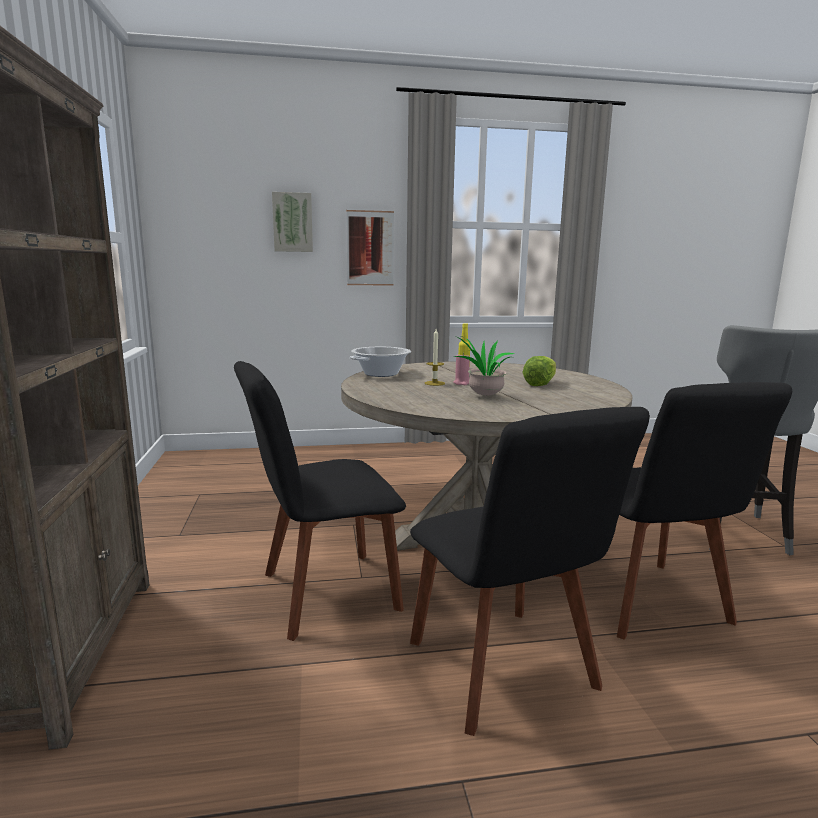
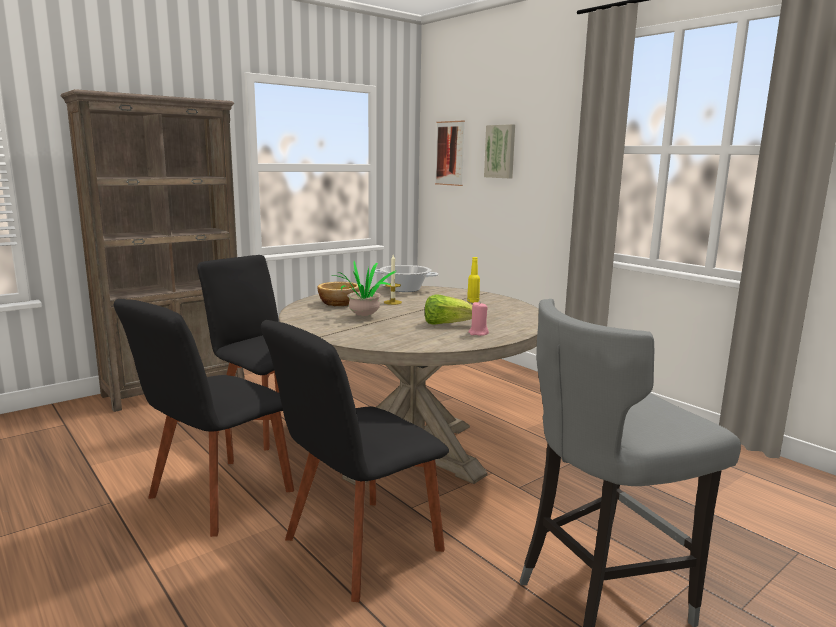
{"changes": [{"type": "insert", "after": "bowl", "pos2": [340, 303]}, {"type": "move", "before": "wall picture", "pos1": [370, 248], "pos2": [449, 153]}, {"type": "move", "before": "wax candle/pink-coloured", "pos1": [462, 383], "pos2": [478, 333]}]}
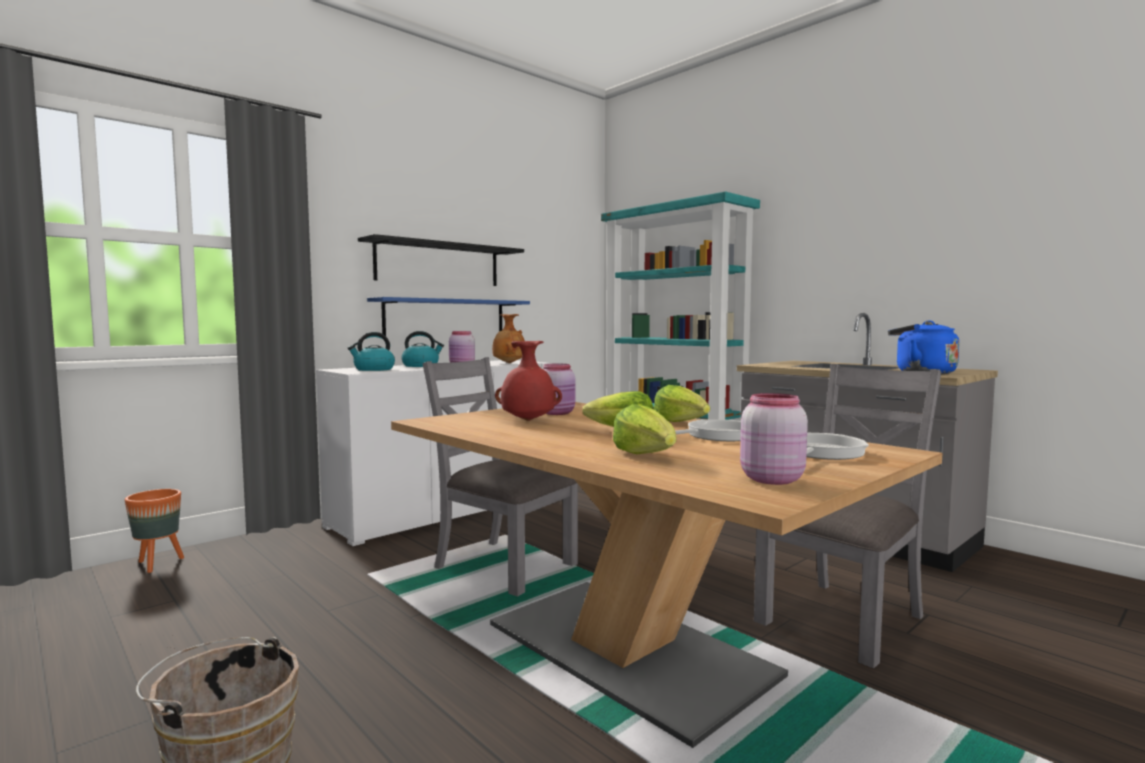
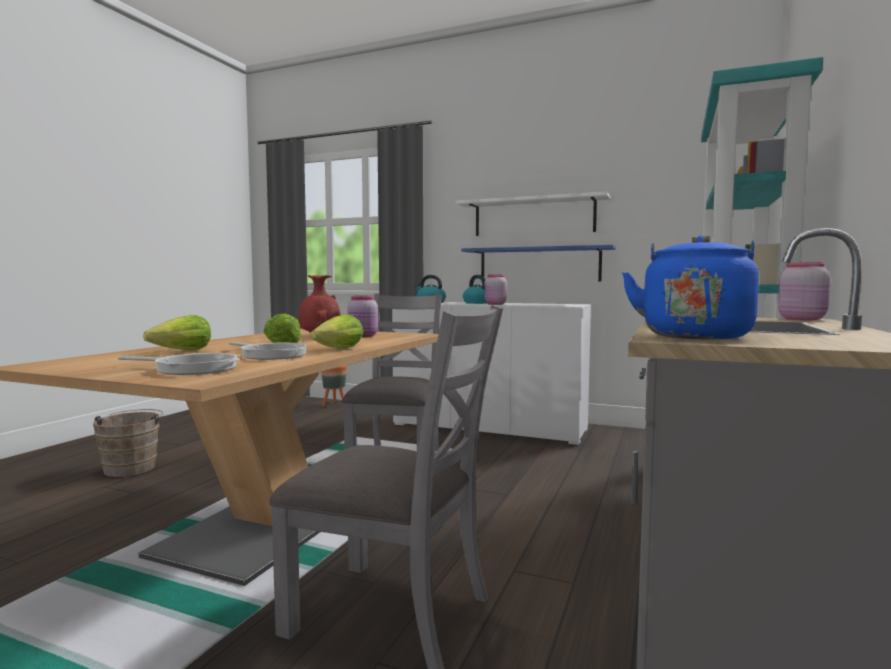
{"changes": [{"type": "delete", "before": "flower vase/brown-coloured", "pos1": [508, 363]}, {"type": "move", "before": "storage jar/pink-coloured", "pos1": [770, 479], "pos2": [801, 319]}, {"type": "recolor", "before": "bracket shelf/black-coloured", "after": "bracket shelf/whitish", "pos1": [438, 264], "pos2": [533, 217]}]}
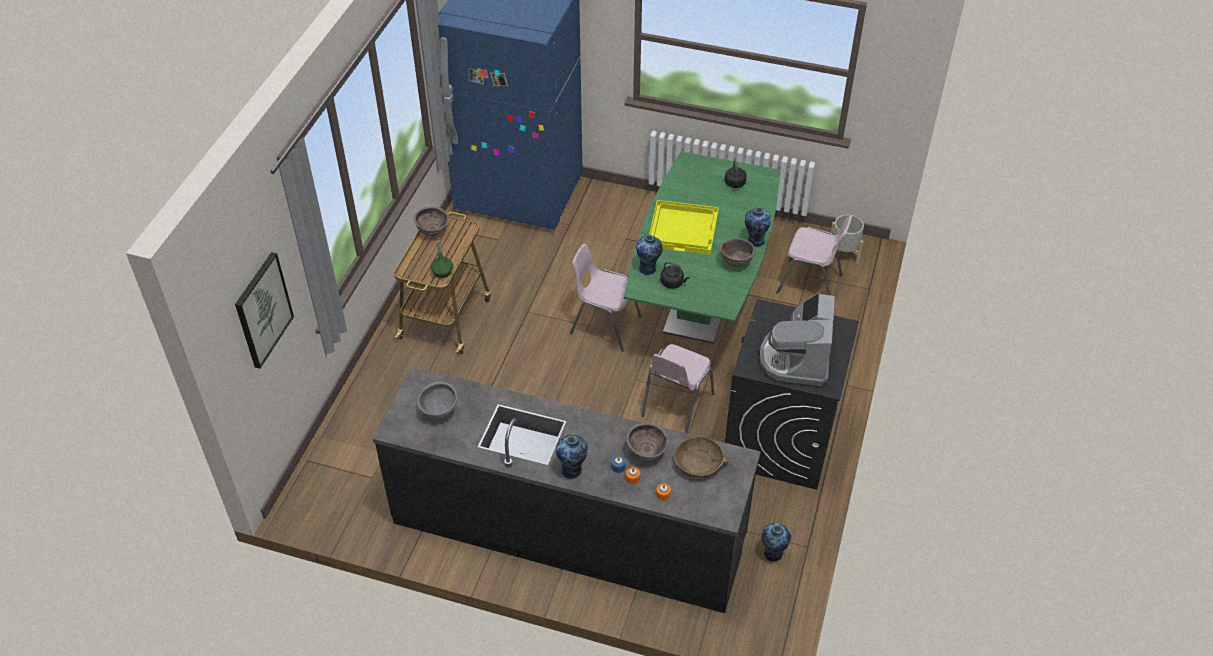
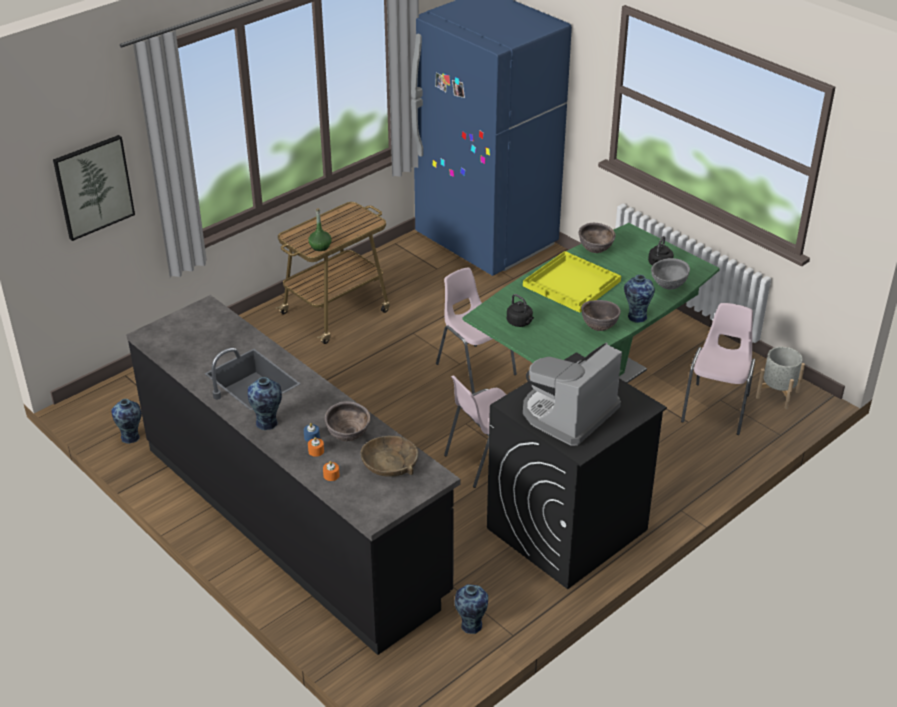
{"changes": [{"type": "move", "before": "bowl/brown-coloured", "pos1": [433, 232], "pos2": [595, 251]}, {"type": "move", "before": "bowl/greyish", "pos1": [439, 412], "pos2": [668, 287]}, {"type": "move", "before": "flower vase", "pos1": [648, 269], "pos2": [131, 437]}, {"type": "rotate", "before": "chair/pink-coloured", "pos1": [810, 284], "pos2": [717, 408], "turn": -120}]}
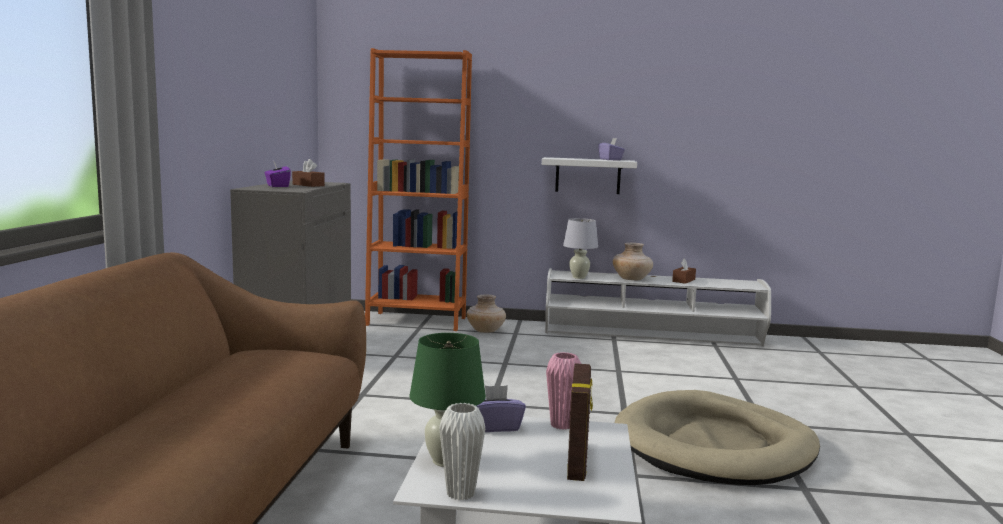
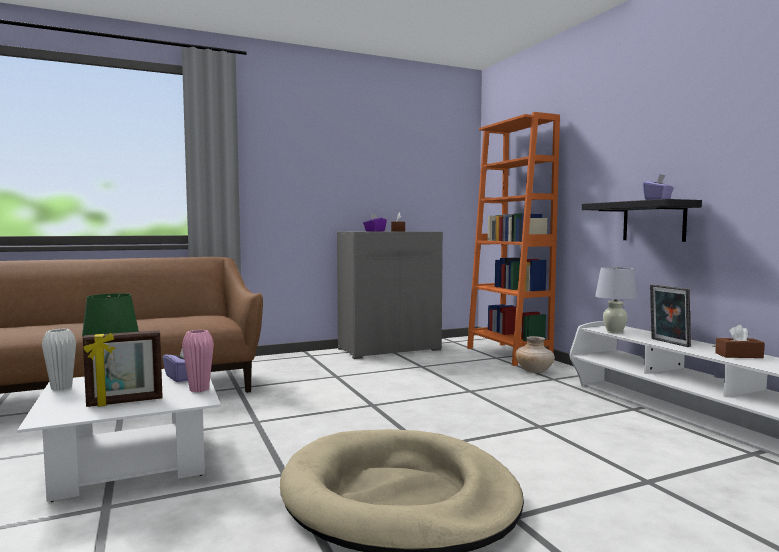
{"changes": [{"type": "replace", "before": "flower vase/beige", "after": "picture frame", "pos1": [632, 279], "pos2": [668, 343]}, {"type": "recolor", "before": "bracket shelf/whitish", "after": "bracket shelf/black-coloured", "pos1": [588, 175], "pos2": [653, 221]}]}
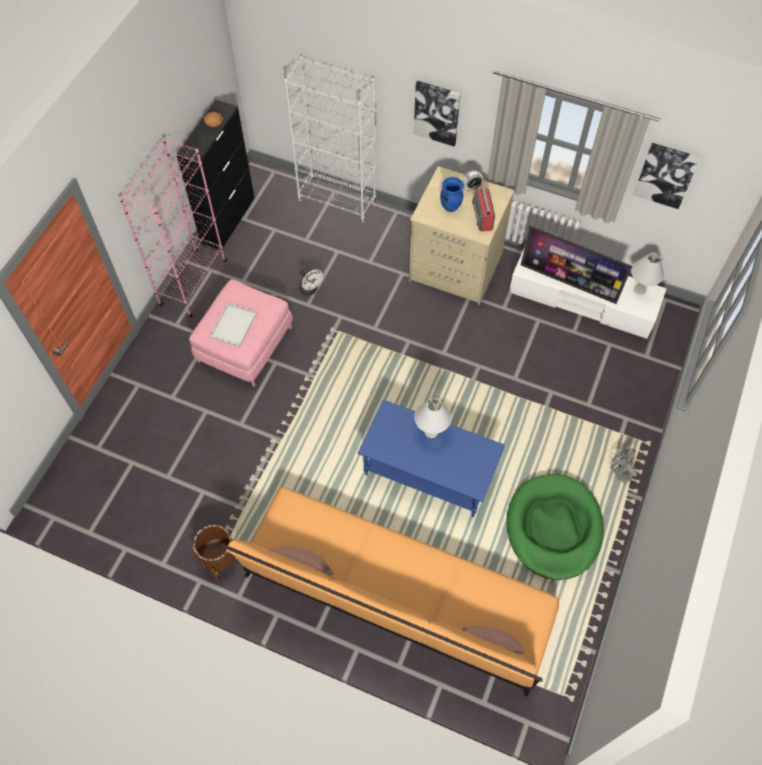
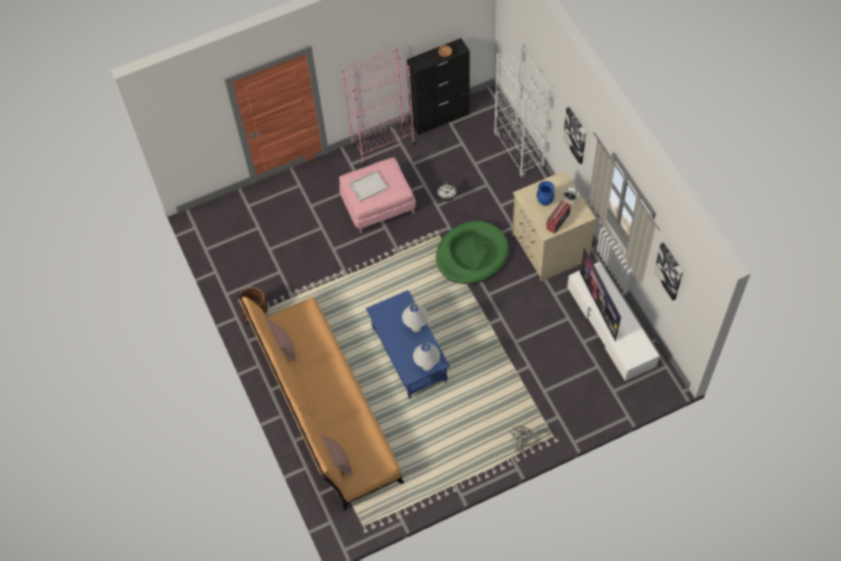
{"changes": [{"type": "move", "before": "dog cushion/green", "pos1": [554, 528], "pos2": [471, 255]}, {"type": "move", "before": "lamp for a table/whitish", "pos1": [640, 289], "pos2": [427, 366]}]}
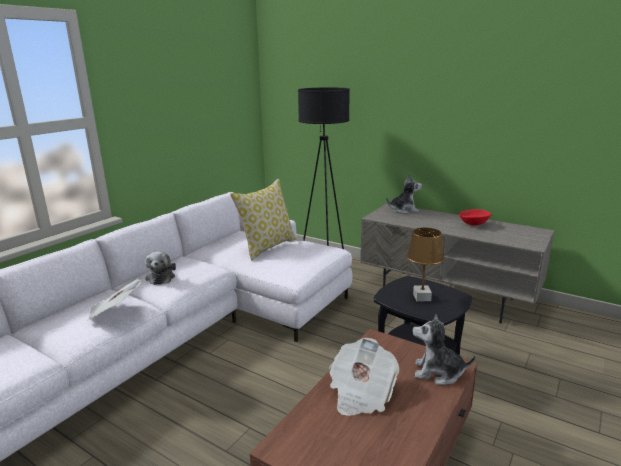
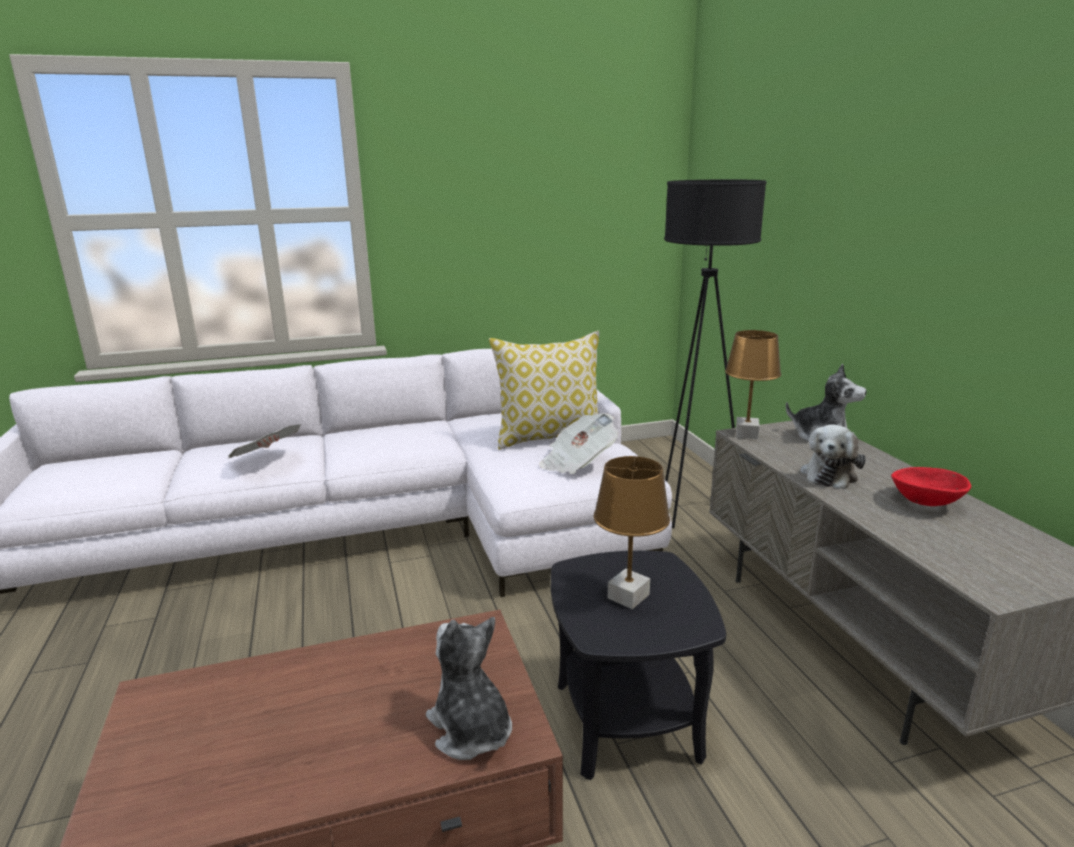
{"changes": [{"type": "insert", "after": "lamp for a table/brown-coloured", "pos2": [747, 434]}, {"type": "move", "before": "soft toy", "pos1": [161, 277], "pos2": [829, 474]}, {"type": "move", "before": "daily paper", "pos1": [361, 393], "pos2": [577, 462]}]}
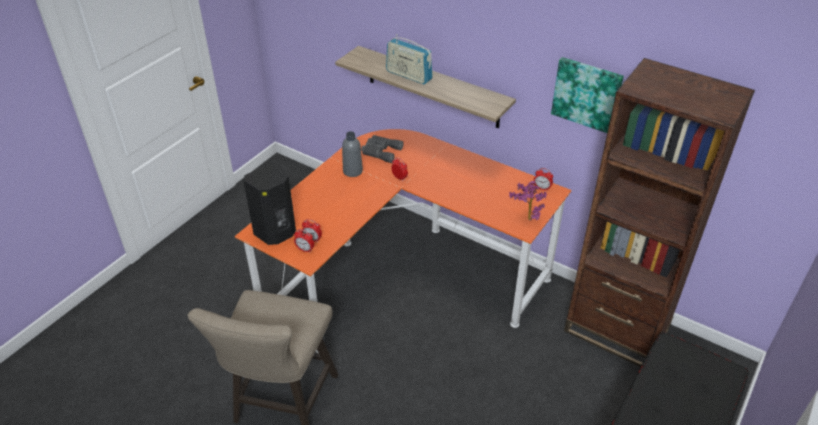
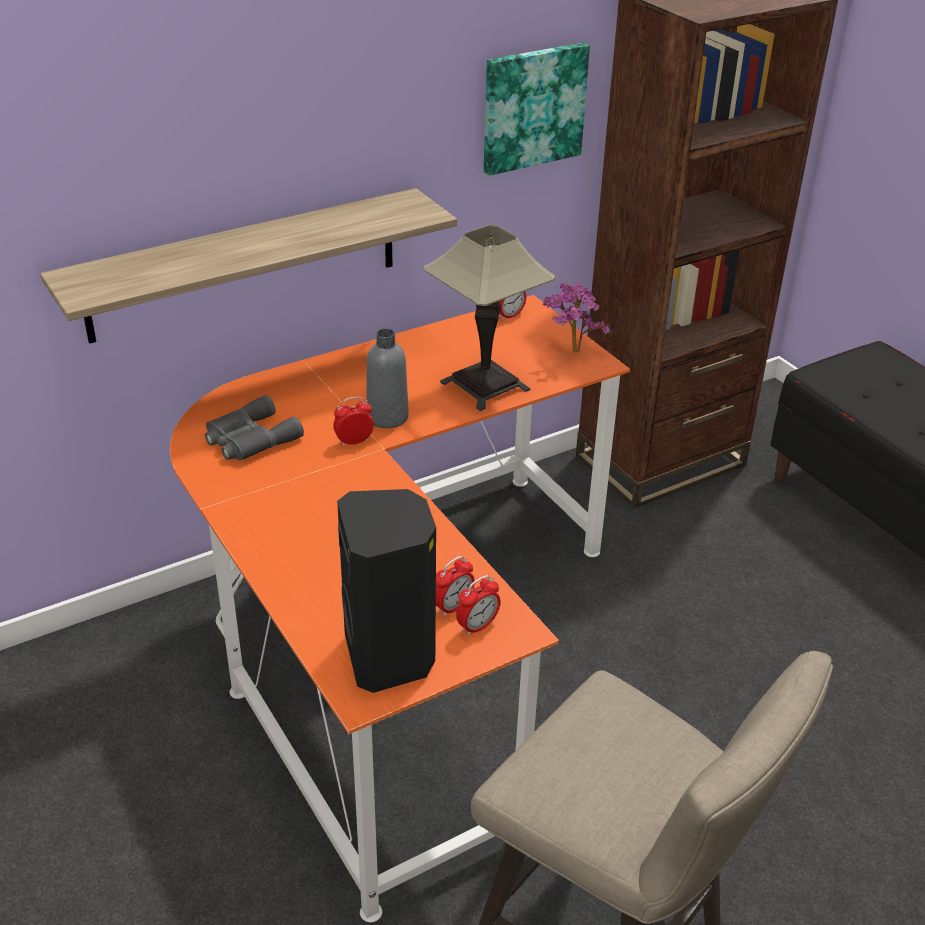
{"changes": [{"type": "delete", "before": "radio receiver", "pos1": [409, 75]}, {"type": "insert", "after": "lamp for a table", "pos2": [485, 386]}, {"type": "move", "before": "drink bottle/greyish", "pos1": [352, 171], "pos2": [387, 417]}]}
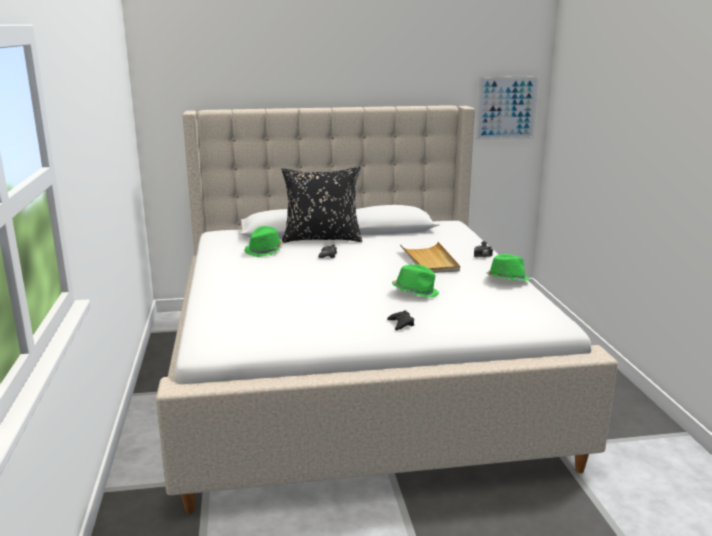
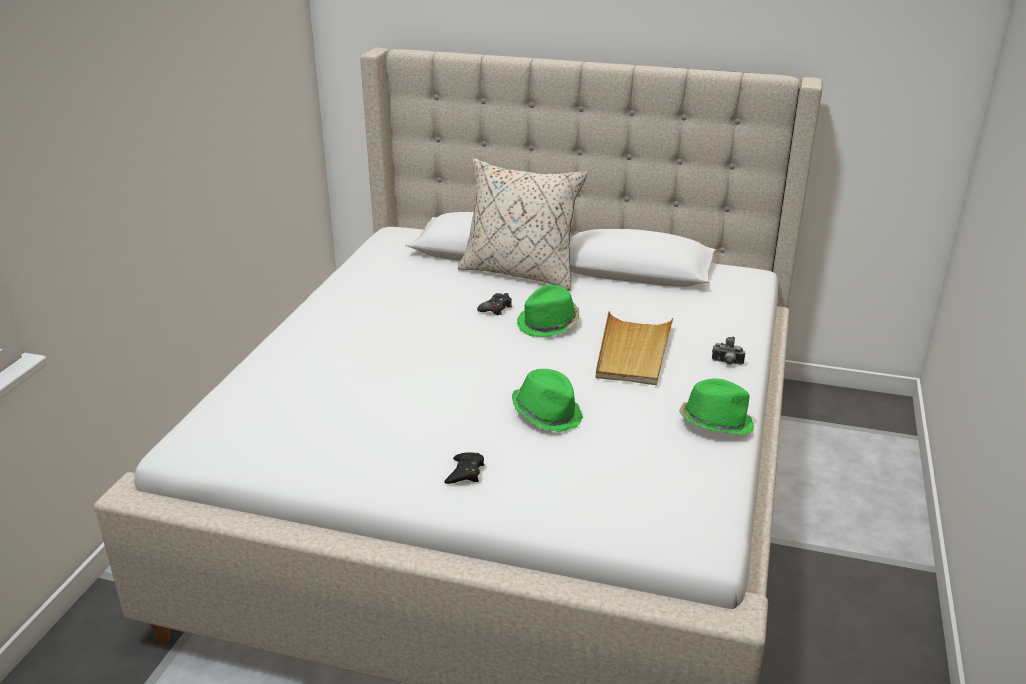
{"changes": [{"type": "delete", "before": "wall picture", "pos1": [506, 108]}, {"type": "move", "before": "hat/green", "pos1": [264, 251], "pos2": [548, 324]}, {"type": "recolor", "before": "pillow/black-coloured", "after": "pillow/beige", "pos1": [322, 239], "pos2": [520, 272]}]}
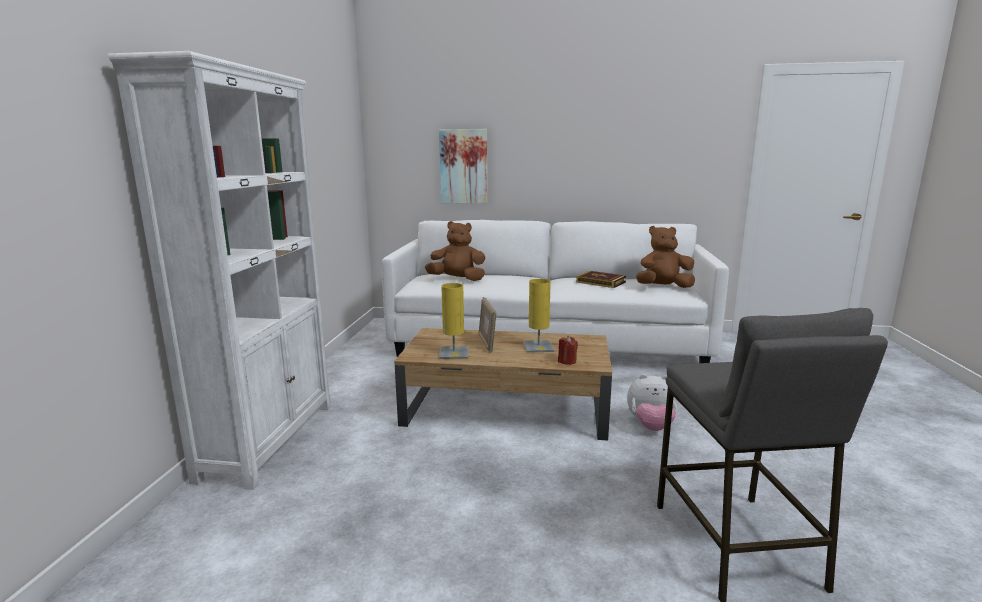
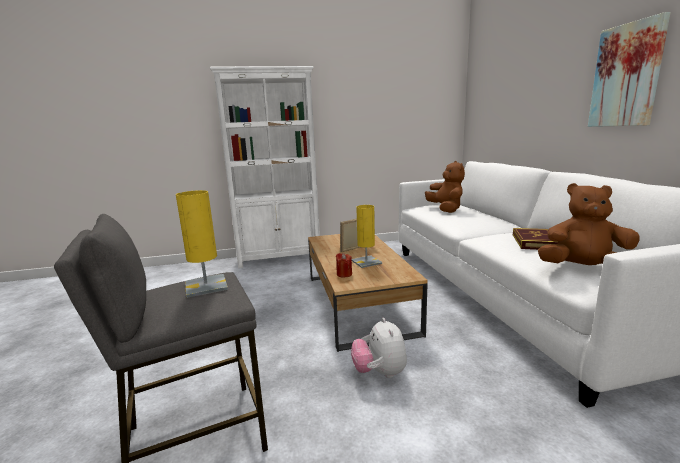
{"changes": [{"type": "move", "before": "wall picture", "pos1": [464, 166], "pos2": [626, 76]}, {"type": "move", "before": "lamp for a table/yellow", "pos1": [454, 353], "pos2": [206, 286]}, {"type": "rotate", "before": "soft toy/brown-coloured", "pos1": [663, 287], "pos2": [583, 269], "turn": -45}]}
